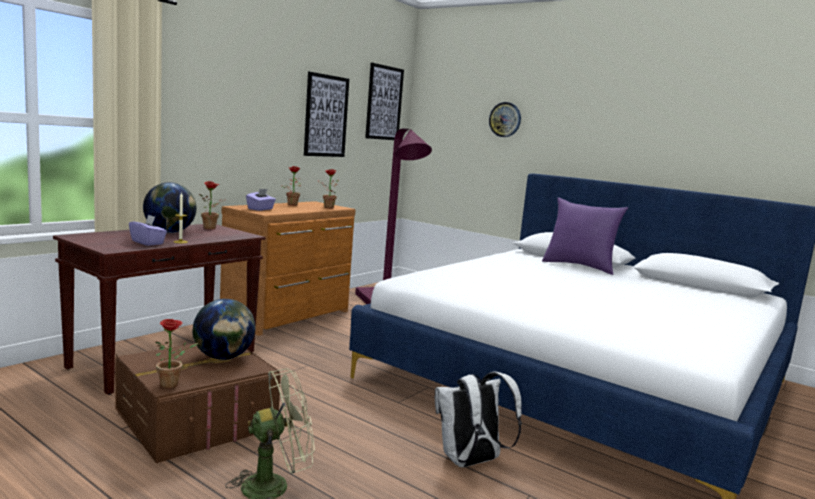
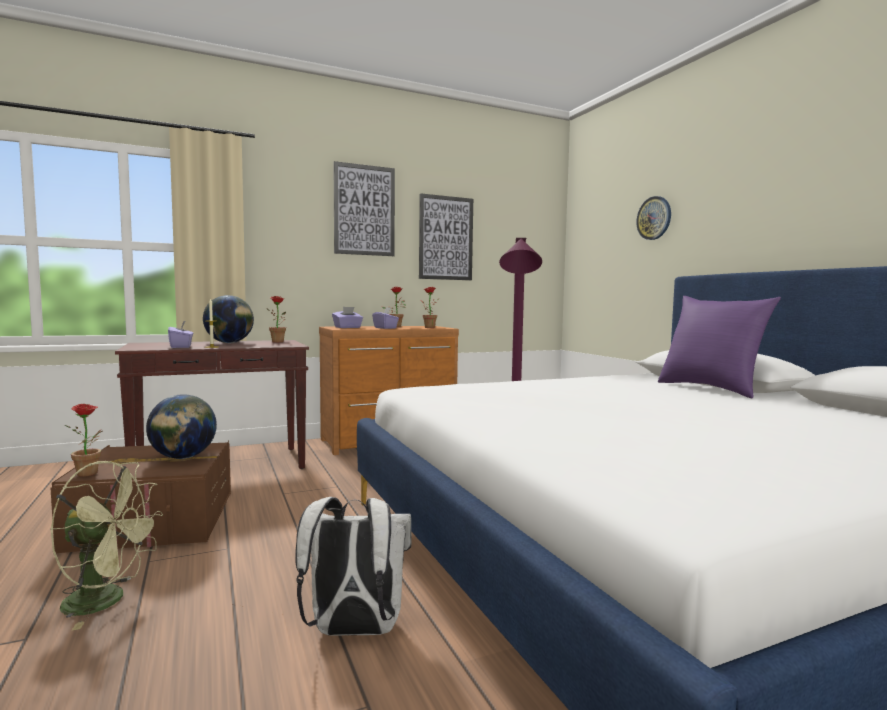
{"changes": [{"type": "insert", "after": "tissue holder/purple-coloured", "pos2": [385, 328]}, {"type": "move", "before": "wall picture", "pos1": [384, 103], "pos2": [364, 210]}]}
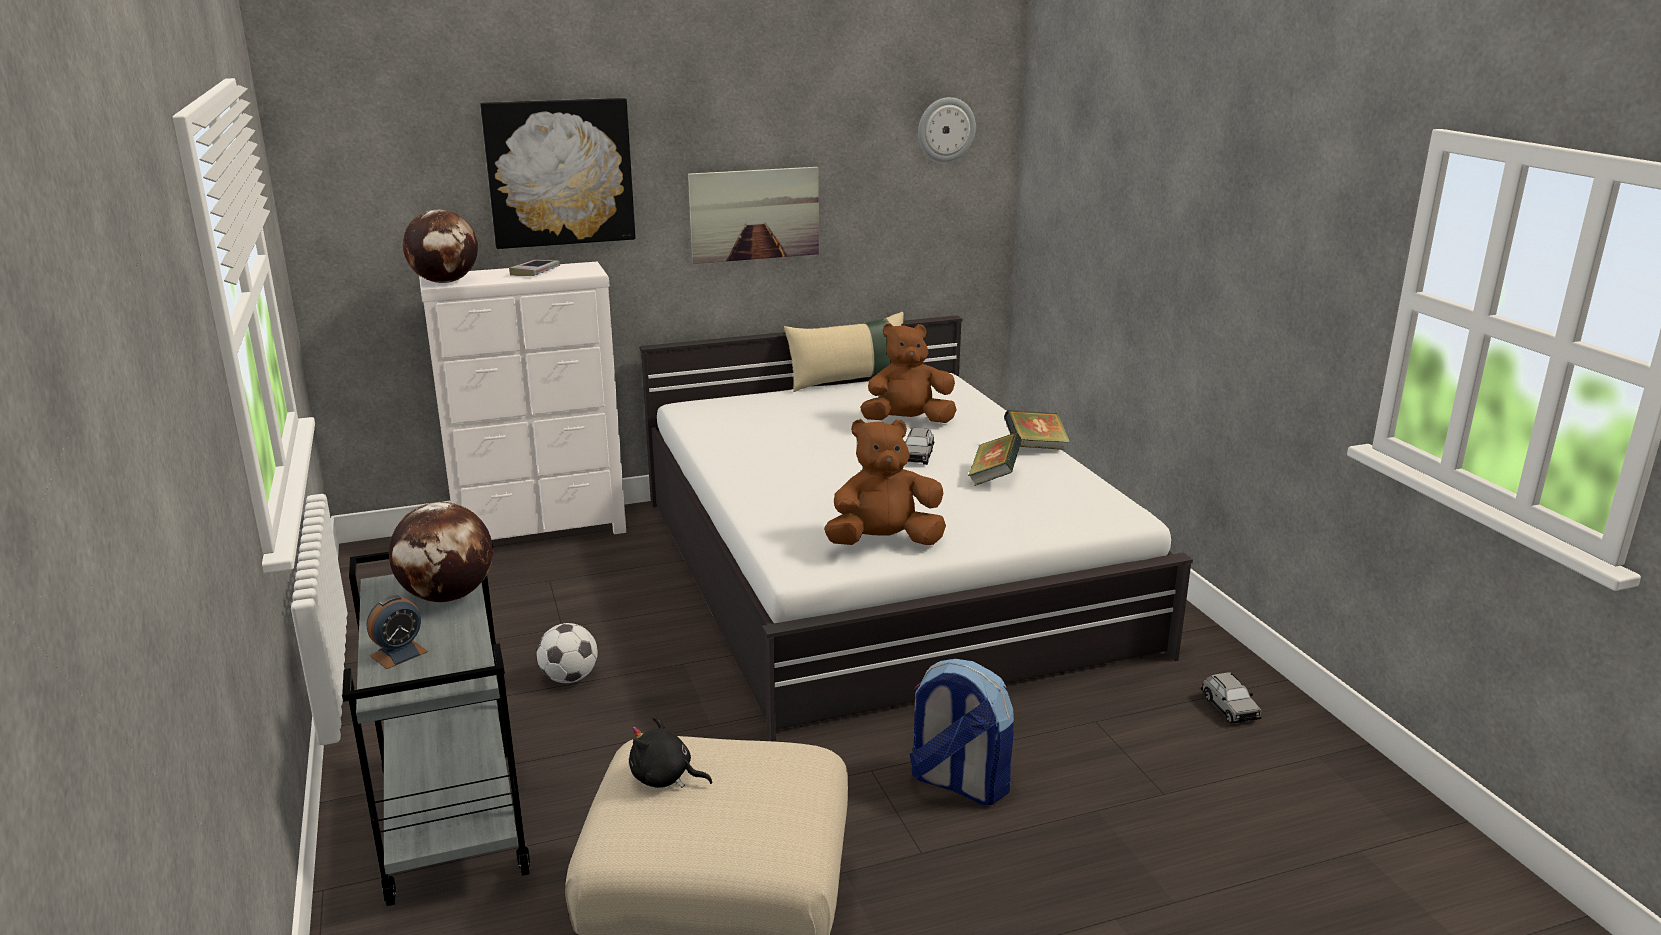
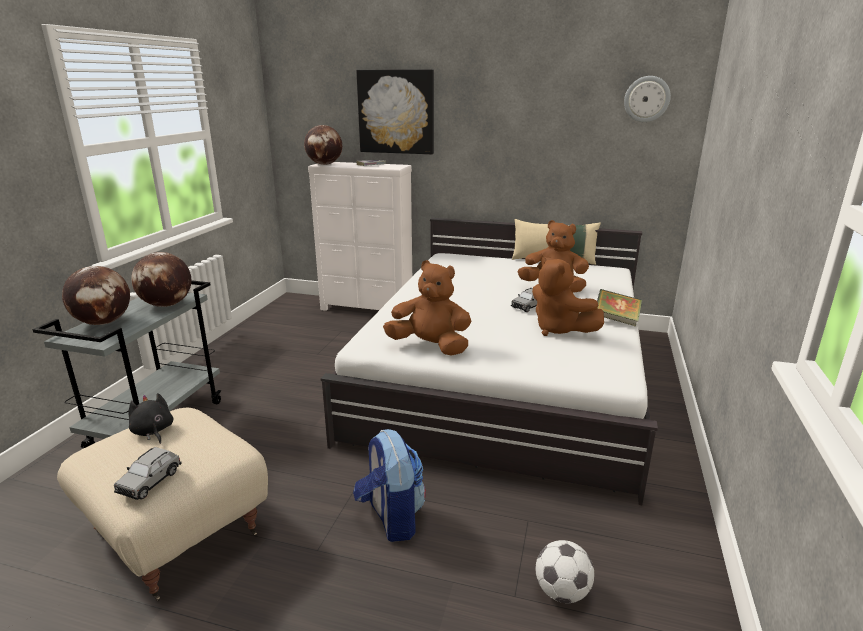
{"changes": [{"type": "delete", "before": "wall picture", "pos1": [754, 214]}, {"type": "move", "before": "football ball", "pos1": [569, 678], "pos2": [562, 591]}, {"type": "move", "before": "model car/greyish", "pos1": [1229, 708], "pos2": [150, 481]}, {"type": "replace", "before": "alarm clock", "after": "globe", "pos1": [399, 654], "pos2": [104, 322]}, {"type": "replace", "before": "bound book", "after": "soft toy/brown-coloured", "pos1": [994, 477], "pos2": [559, 330]}]}
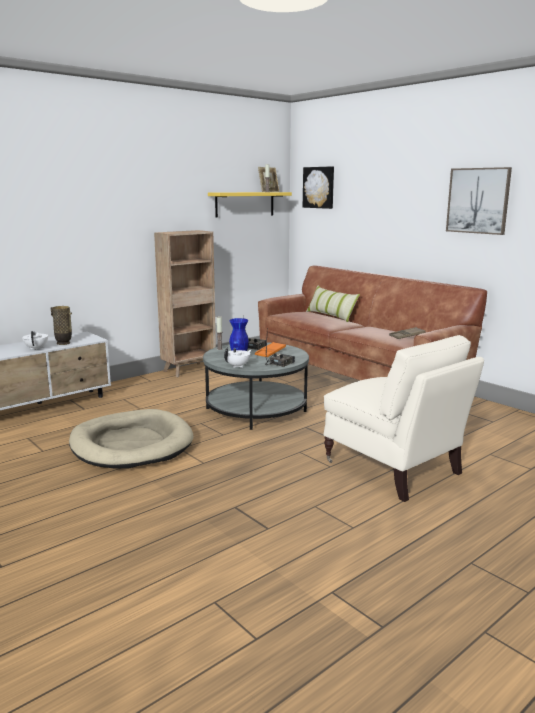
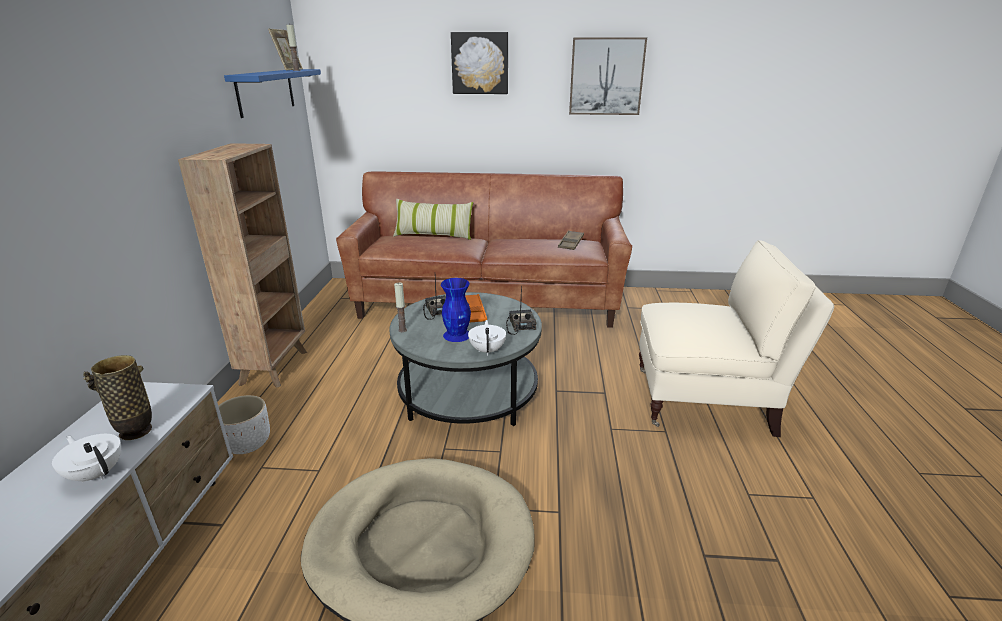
{"changes": [{"type": "insert", "after": "flower pot/whitish", "pos2": [246, 444]}, {"type": "move", "before": "wall picture", "pos1": [319, 187], "pos2": [480, 63]}, {"type": "recolor", "before": "bracket shelf/yellow", "after": "bracket shelf/blue", "pos1": [245, 204], "pos2": [266, 91]}]}
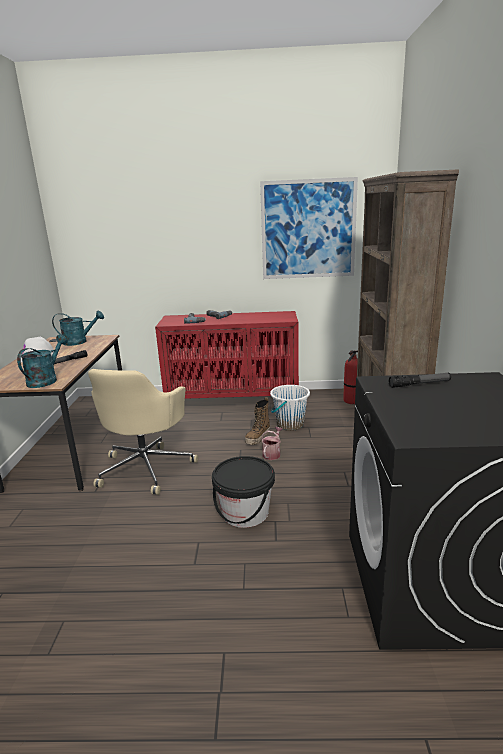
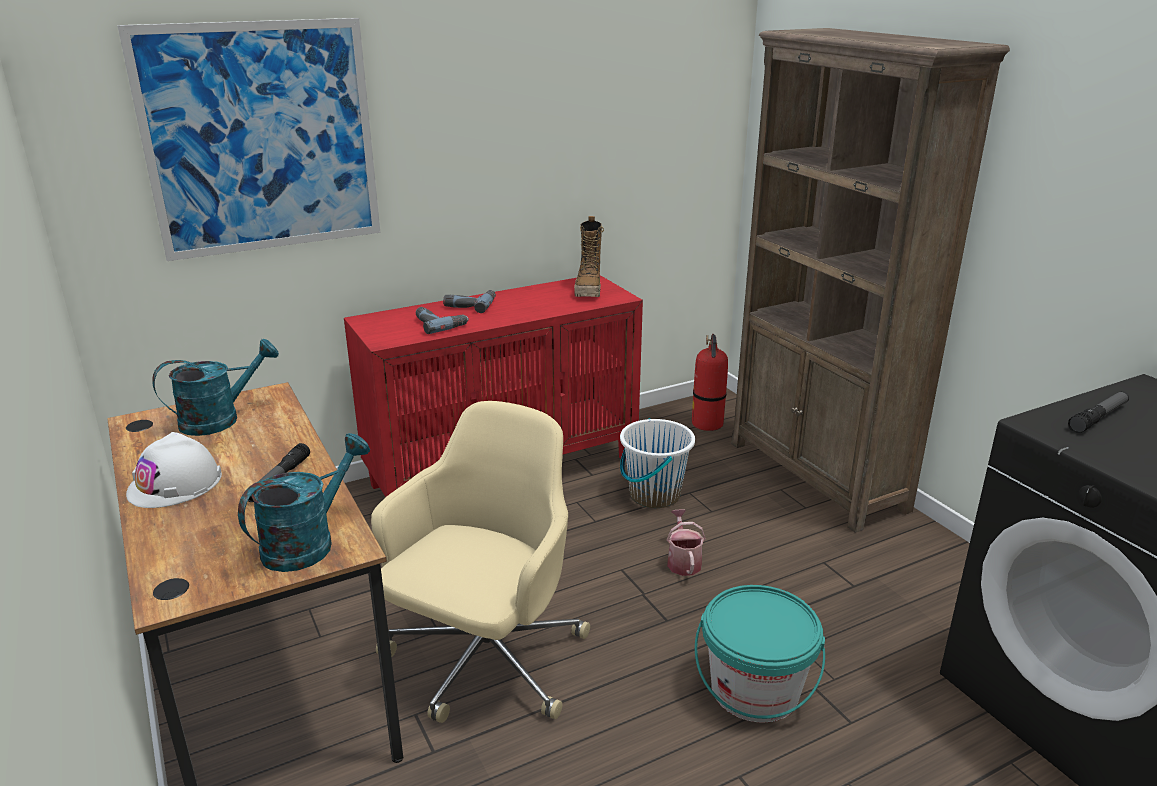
{"changes": [{"type": "move", "before": "tall boot", "pos1": [258, 438], "pos2": [588, 290]}, {"type": "move", "before": "wall picture", "pos1": [308, 229], "pos2": [262, 139]}, {"type": "recolor", "before": "bucket/black-coloured", "after": "bucket/turquoise", "pos1": [245, 512], "pos2": [754, 690]}, {"type": "rotate", "before": "watering can/turquoise", "pos1": [46, 380], "pos2": [308, 543], "turn": 45}, {"type": "rotate", "before": "computer chair/beige", "pos1": [146, 467], "pos2": [485, 662], "turn": -135}]}
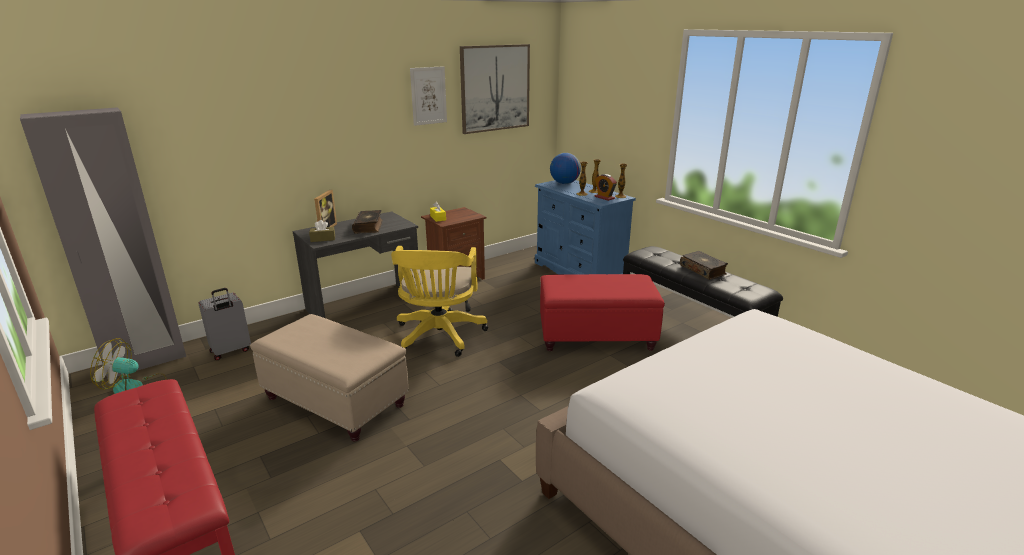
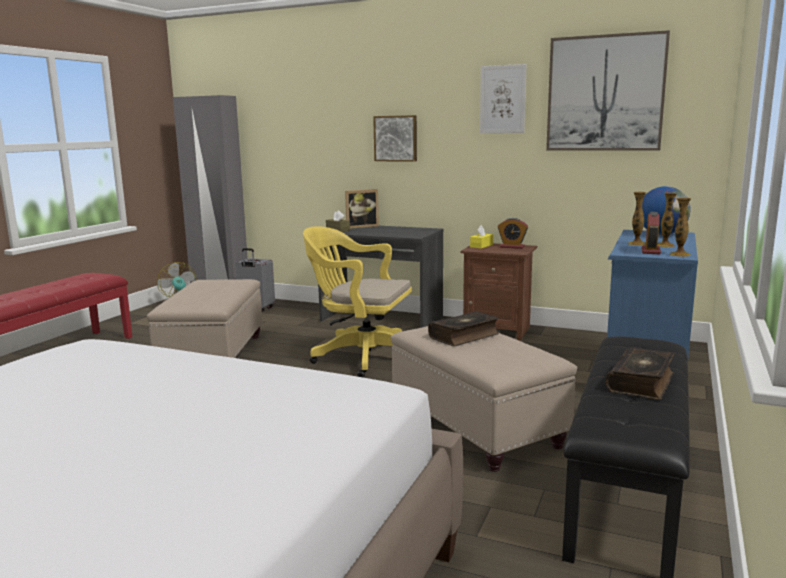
{"changes": [{"type": "insert", "after": "wall picture", "pos2": [396, 138]}, {"type": "insert", "after": "alarm clock", "pos2": [512, 247]}, {"type": "move", "before": "bound book", "pos1": [369, 227], "pos2": [464, 336]}, {"type": "recolor", "before": "ottoman/reddish", "after": "ottoman/beige", "pos1": [597, 336], "pos2": [476, 427]}, {"type": "rotate", "before": "computer chair/yellow", "pos1": [439, 337], "pos2": [361, 357], "turn": 45}]}
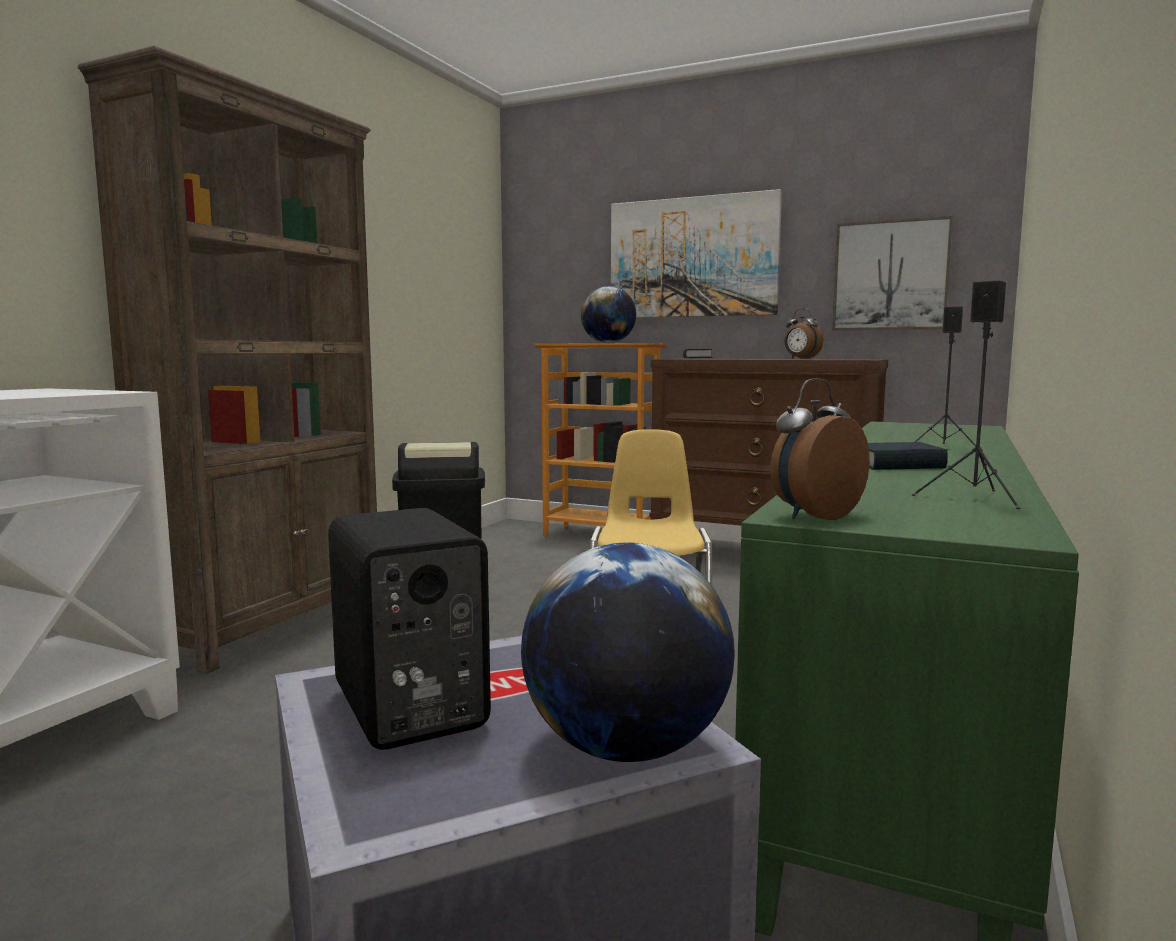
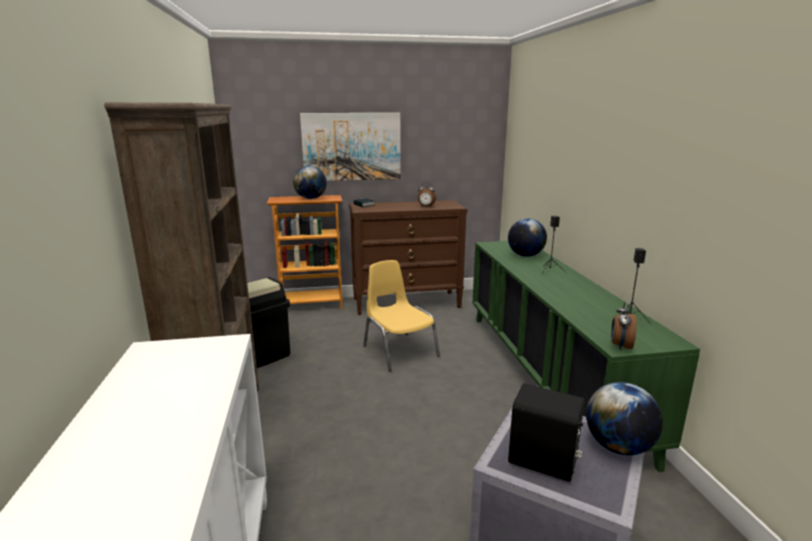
{"changes": [{"type": "delete", "before": "wall picture", "pos1": [890, 275]}, {"type": "delete", "before": "bound book", "pos1": [897, 465]}, {"type": "insert", "after": "globe", "pos2": [525, 255]}]}
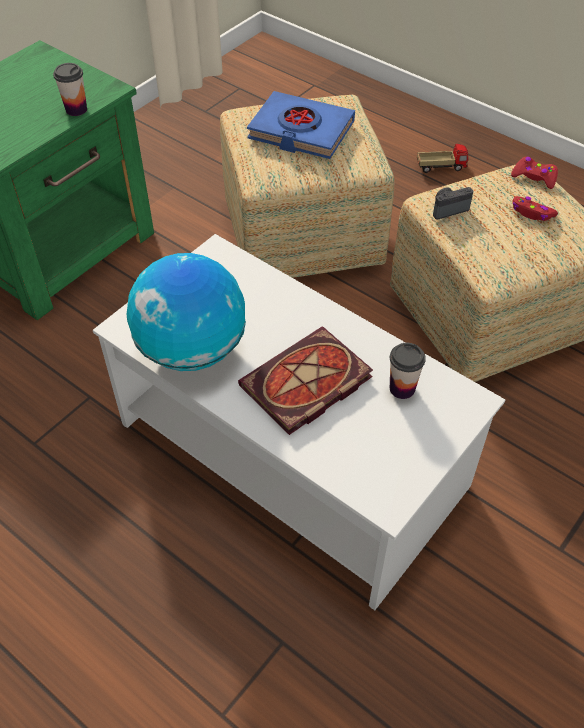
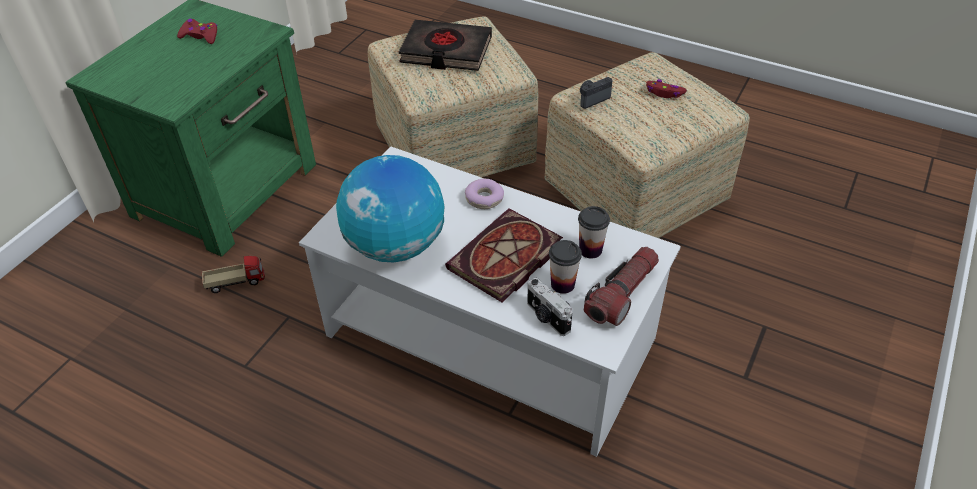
{"changes": [{"type": "insert", "after": "ring doughnut", "pos2": [484, 199]}, {"type": "insert", "after": "photo camera", "pos2": [547, 318]}, {"type": "insert", "after": "flashlight", "pos2": [622, 294]}, {"type": "move", "before": "small cup", "pos1": [76, 109], "pos2": [562, 284]}, {"type": "move", "before": "model truck", "pos1": [441, 167], "pos2": [236, 282]}, {"type": "move", "before": "game controller/reddish", "pos1": [534, 177], "pos2": [200, 36]}, {"type": "recolor", "before": "bound book/blue", "after": "bound book/black-coloured", "pos1": [300, 131], "pos2": [446, 51]}]}
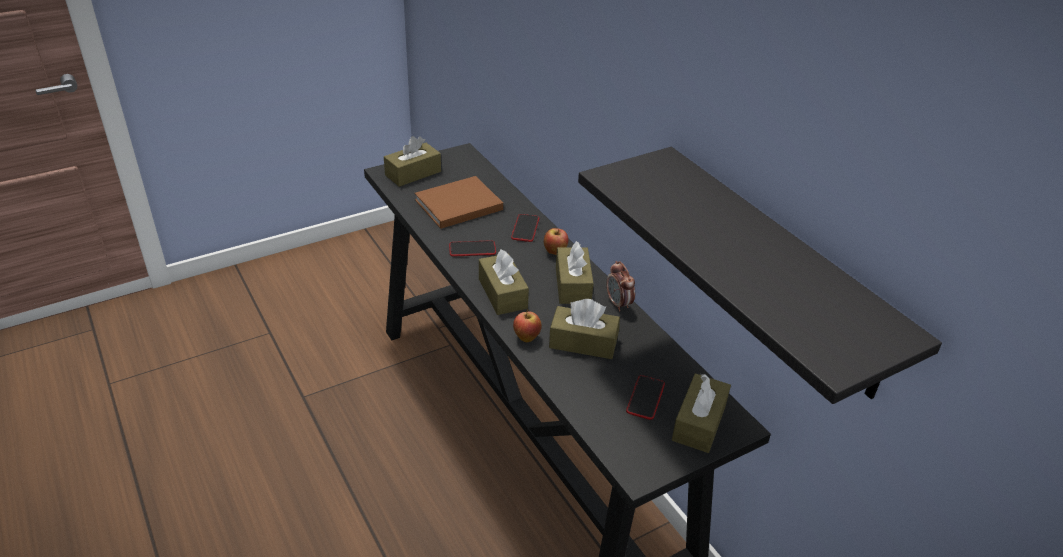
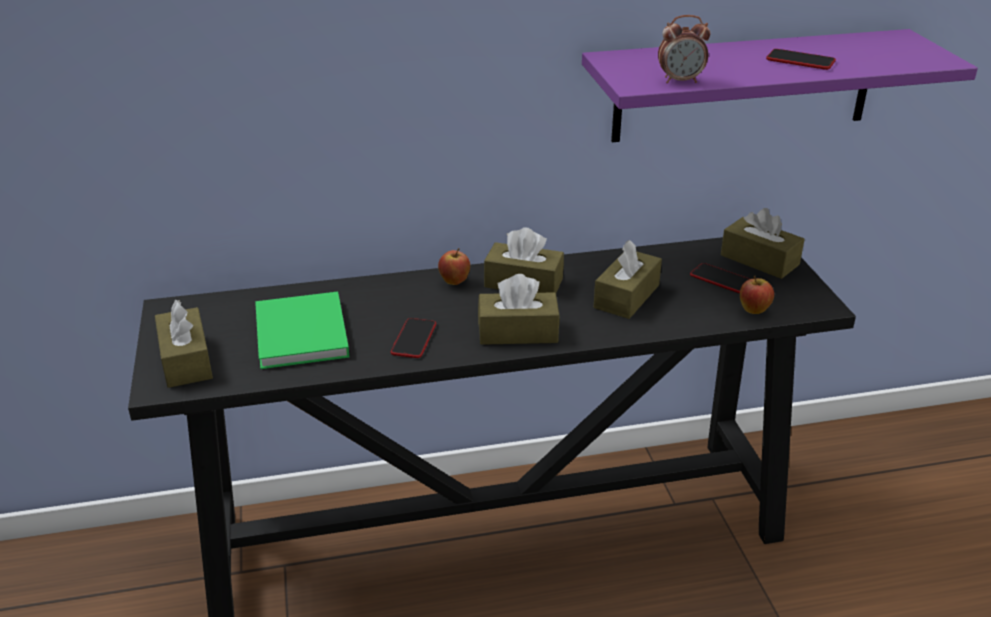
{"changes": [{"type": "move", "before": "telephone", "pos1": [525, 228], "pos2": [800, 61]}, {"type": "move", "before": "whole apple", "pos1": [526, 338], "pos2": [753, 311]}, {"type": "move", "before": "alarm clock", "pos1": [618, 304], "pos2": [680, 81]}, {"type": "recolor", "before": "bound book/brown-coloured", "after": "bound book/green", "pos1": [456, 205], "pos2": [301, 335]}, {"type": "recolor", "before": "bracket shelf/black-coloured", "after": "bracket shelf/purple-coloured", "pos1": [776, 270], "pos2": [744, 86]}]}
